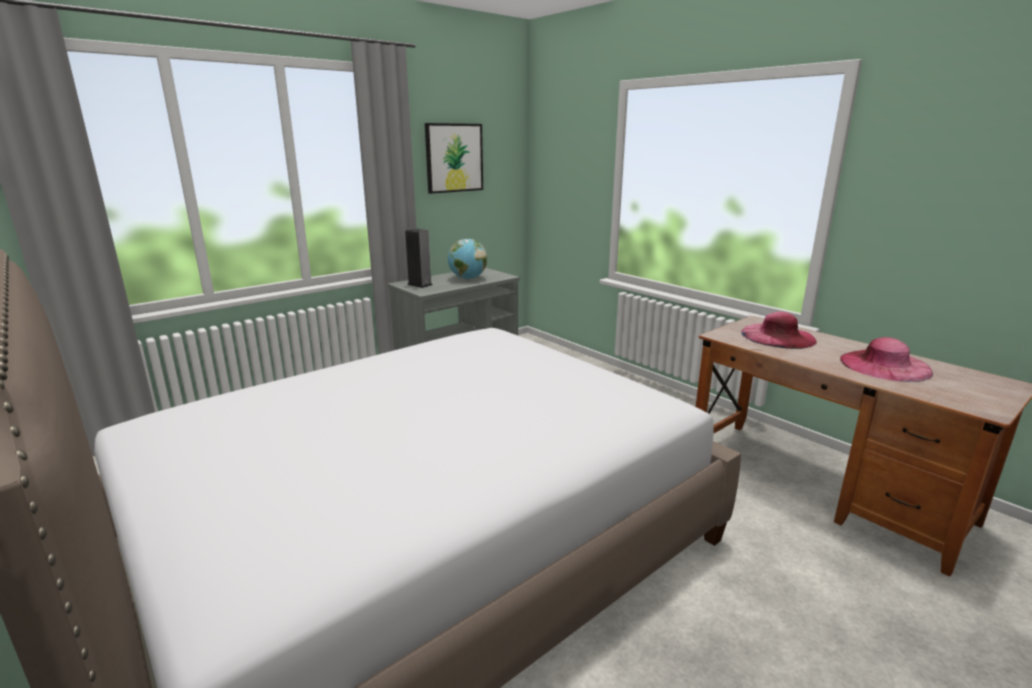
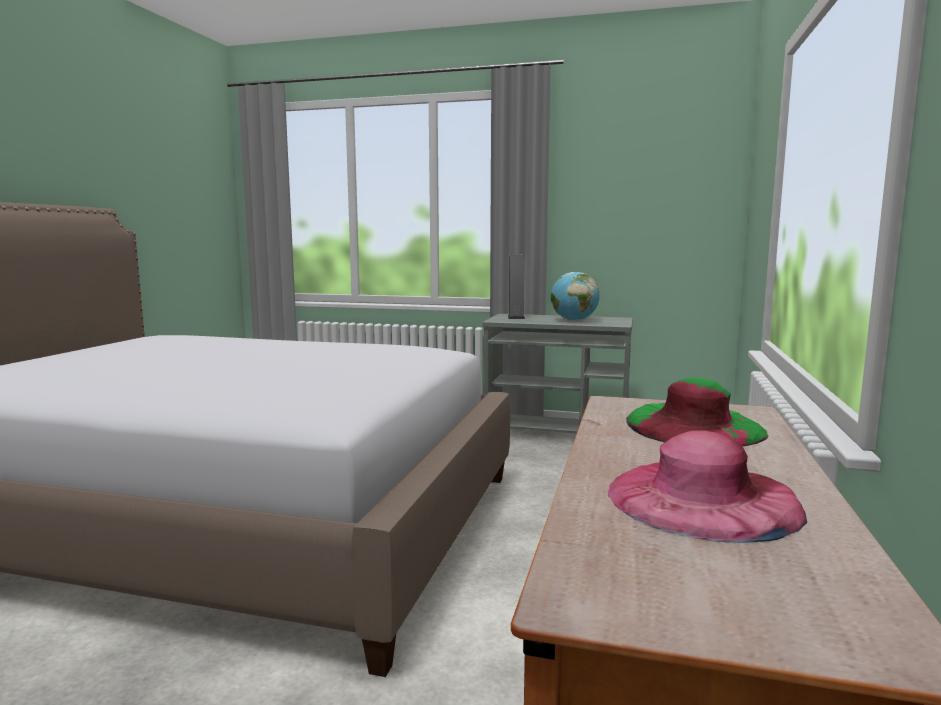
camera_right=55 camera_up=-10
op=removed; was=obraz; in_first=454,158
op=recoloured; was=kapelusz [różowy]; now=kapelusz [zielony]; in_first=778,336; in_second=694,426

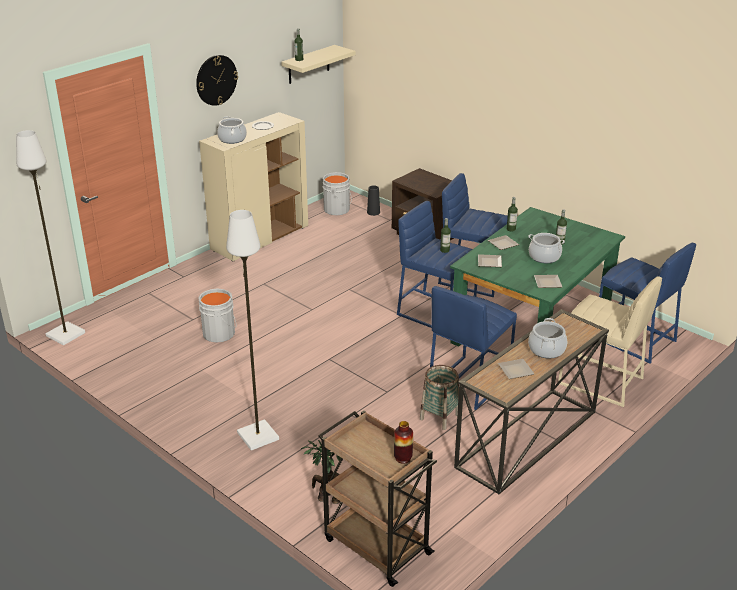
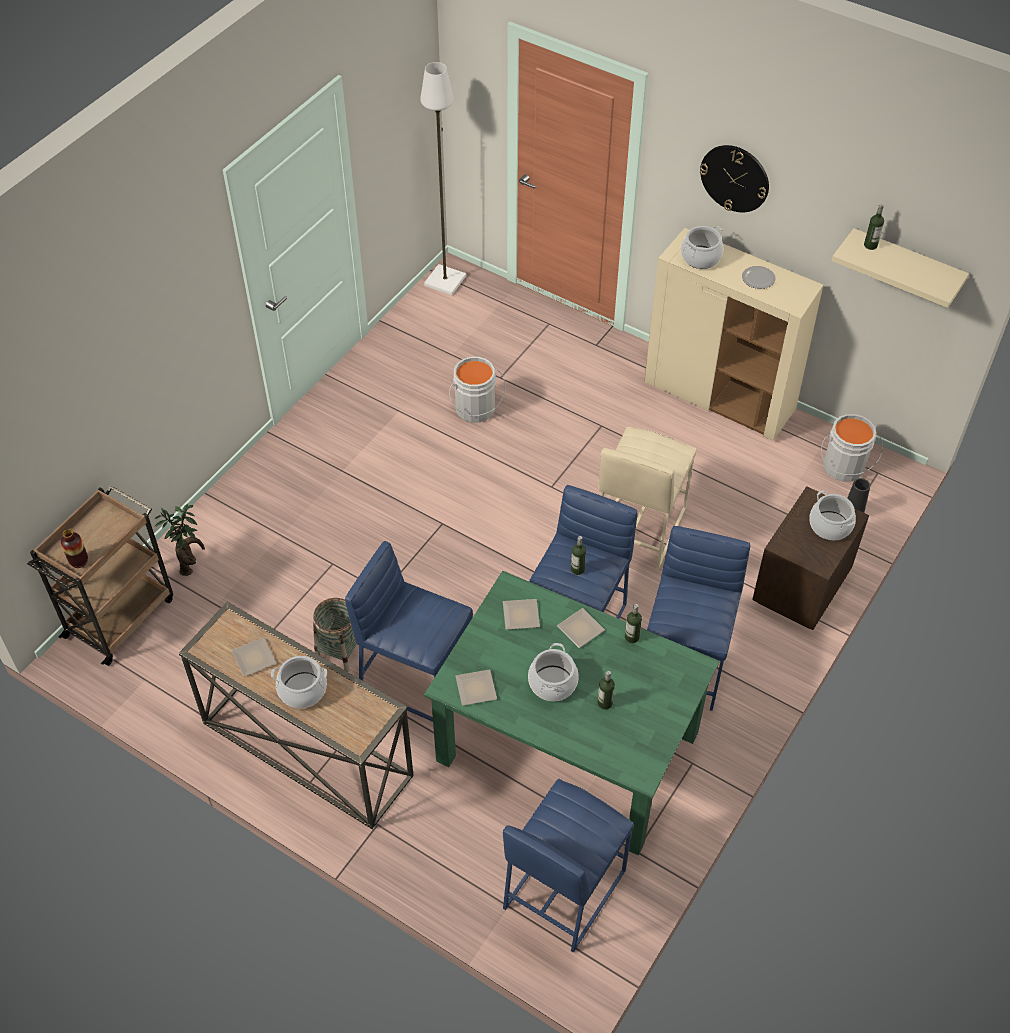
camera_right=80 camera_up=20
op=removed; was=lampa stojąca [biały]; in_first=257,436
op=added; now=garnek; in_second=830,525
op=moved; was=stołek [beżowy]; in_first=601,381; in_second=638,528

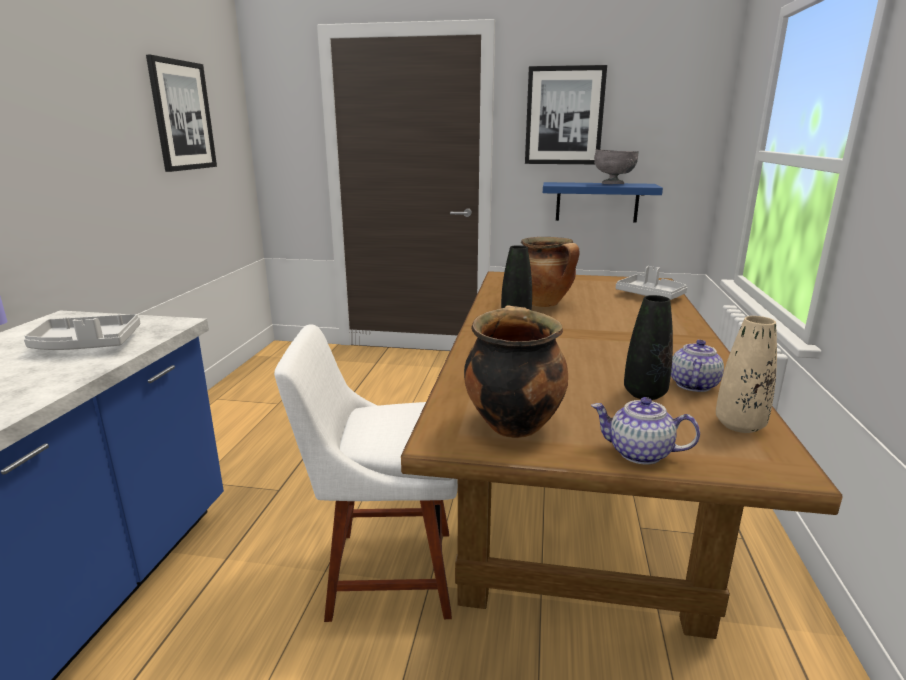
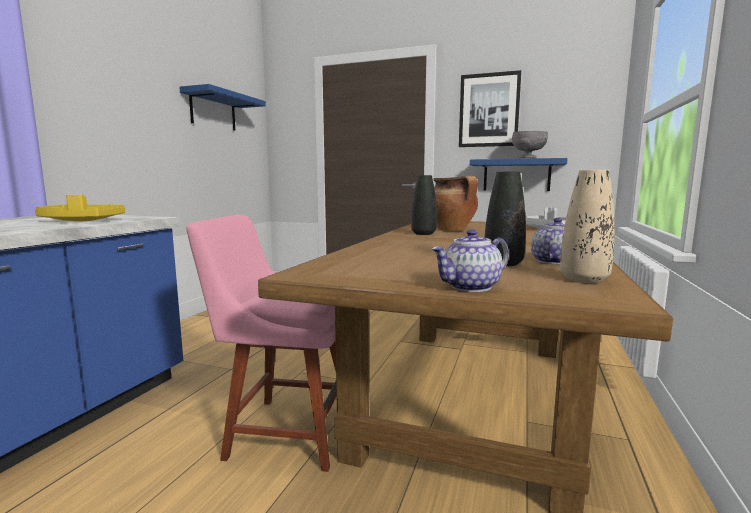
camera_right=10 camera_up=-10
op=removed; was=garnek; in_first=512,424
op=replaced; was=obraz; now=półka [niebieski]; in_first=182,116; in_second=213,111
op=recoloured; was=taca [szary]; now=taca [żółty]; in_first=87,345; in_second=81,221
op=recoloured; was=krzesło [biały]; now=krzesło [różowy]; in_first=383,572; in_second=285,431
op=turned; was=imbryk; in_first=639,453; in_second=470,287; clockwise=-60

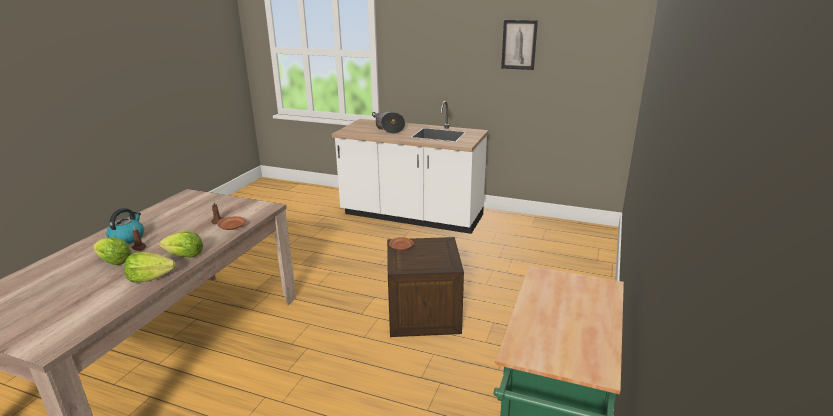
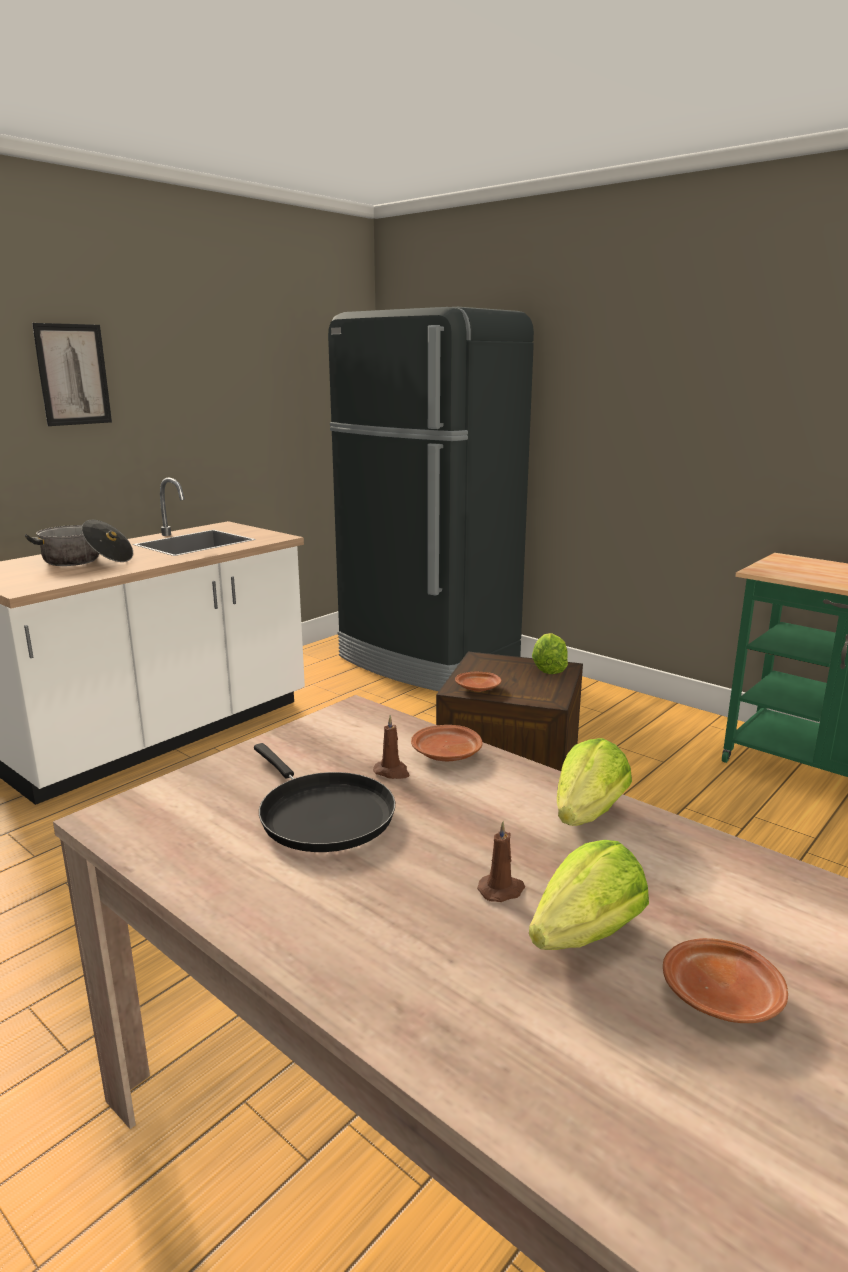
camera_right=-70 camera_up=-5
op=removed; was=czajnik; in_first=127,238
op=added; now=patelnia [czarny]; in_second=321,814
op=added; now=lodówka [czarny]; in_second=427,661
op=added; now=talerz [brązowy]; in_second=723,996
op=moved; was=sałata; in_first=150,278; in_second=548,668
op=moved; was=obraz; in_first=519,45; in_second=73,374

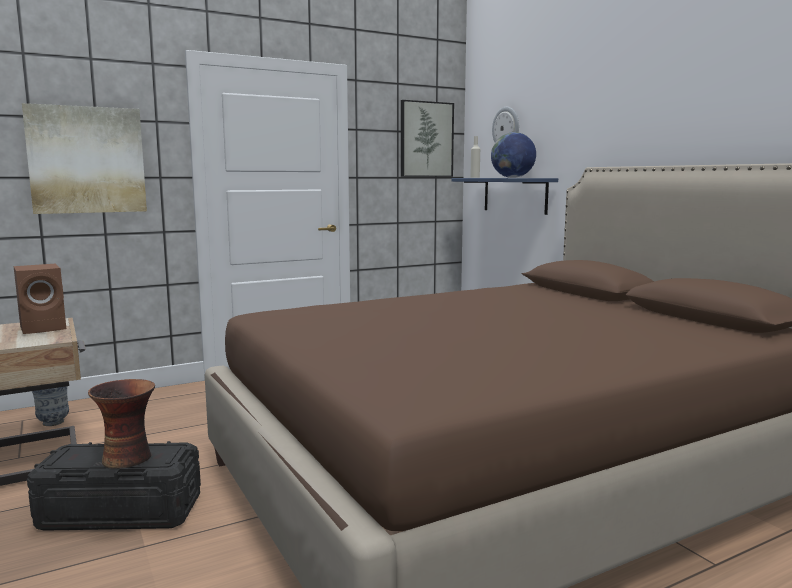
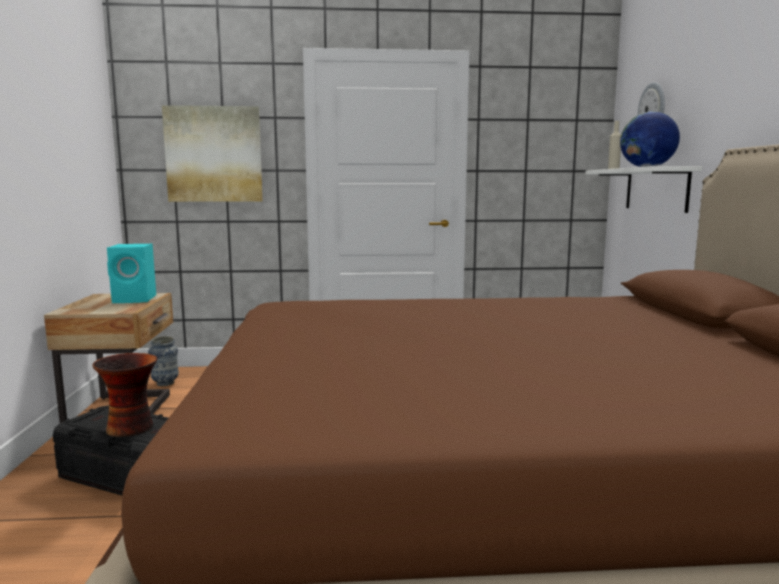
camera_right=25 camera_up=0
op=removed; was=obraz; in_first=426,139
op=recoloured; was=głośnik [brązowy]; now=głośnik [turkusowy]; in_first=45,327; in_second=136,299
op=recoloured; was=półka [niebieski]; now=półka [biały]; in_first=515,195; in_second=656,189

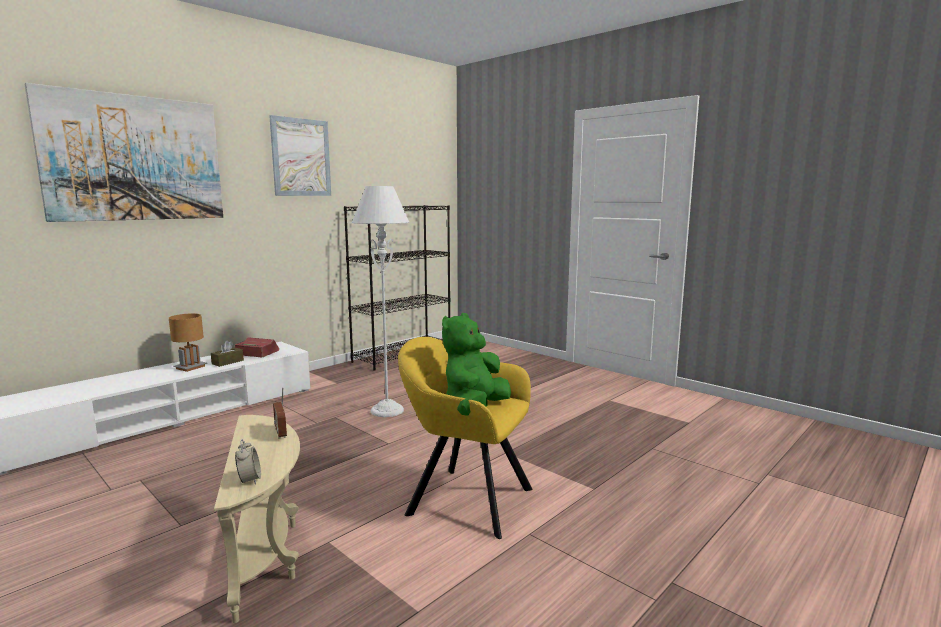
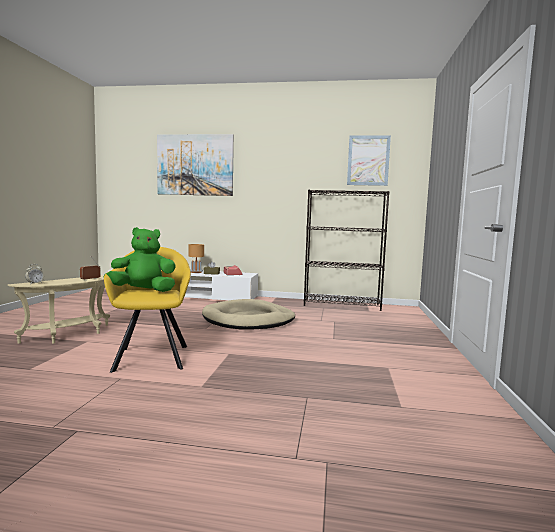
camera_right=55 camera_up=-5
op=moved; was=obraz; in_first=301,157; in_second=368,160
op=replaced; was=lampa stojąca [biały]; now=legowisko [beżowy]; in_first=387,410; in_second=249,319

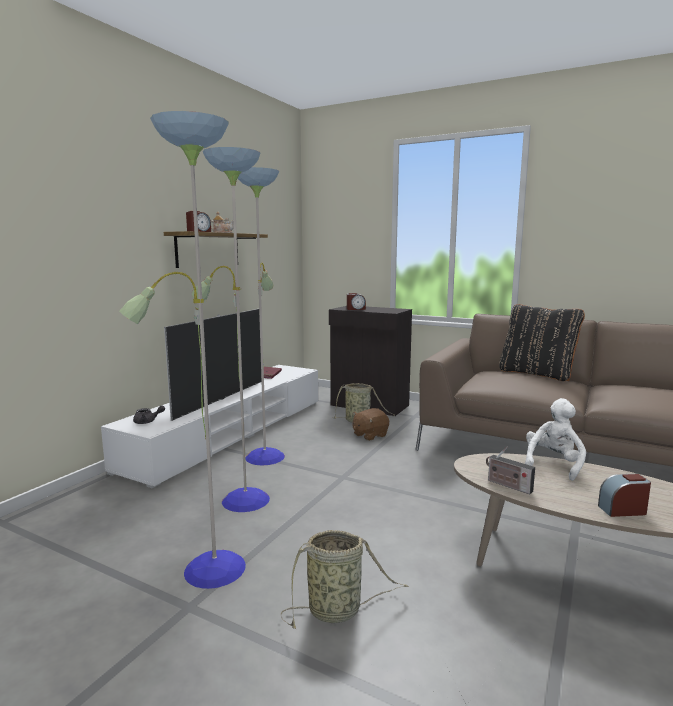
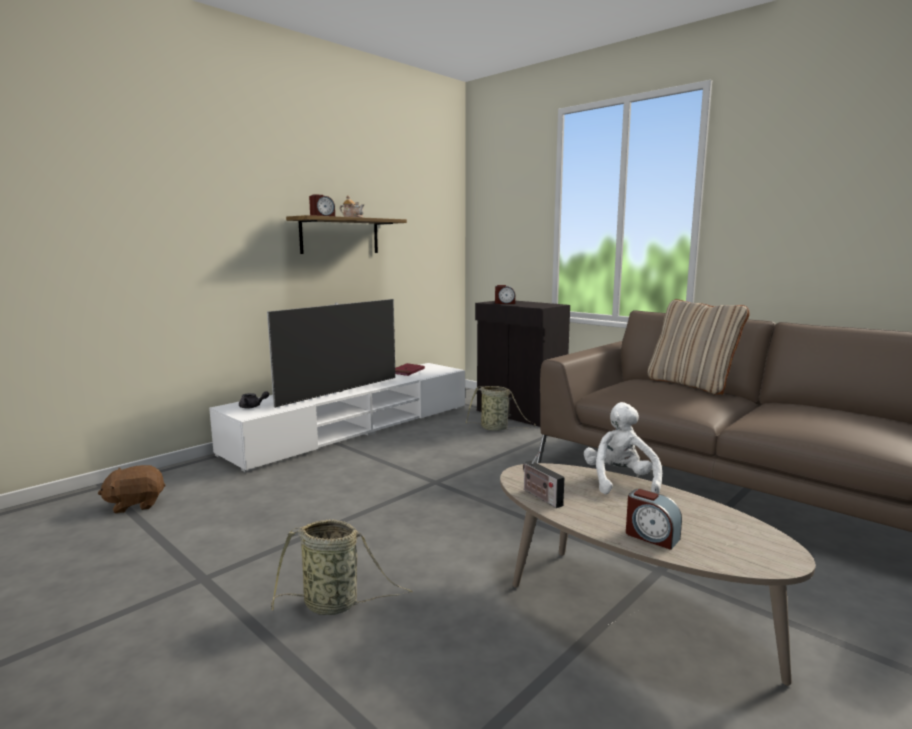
camera_right=15 camera_up=0
op=removed; was=lampa stojąca; in_first=242,499
op=moved; was=pluszak [brązowy]; in_first=369,435; in_second=136,504
op=recoloured; was=poduszka [czarny]; now=poduszka [beżowy]; in_first=537,374; in_second=691,385
op=turned; was=pluszak [biały]; in_first=553,464; in_second=620,482; clockwise=-45
op=turned; was=budzik; in_first=622,510; in_second=651,536; clockwise=-150

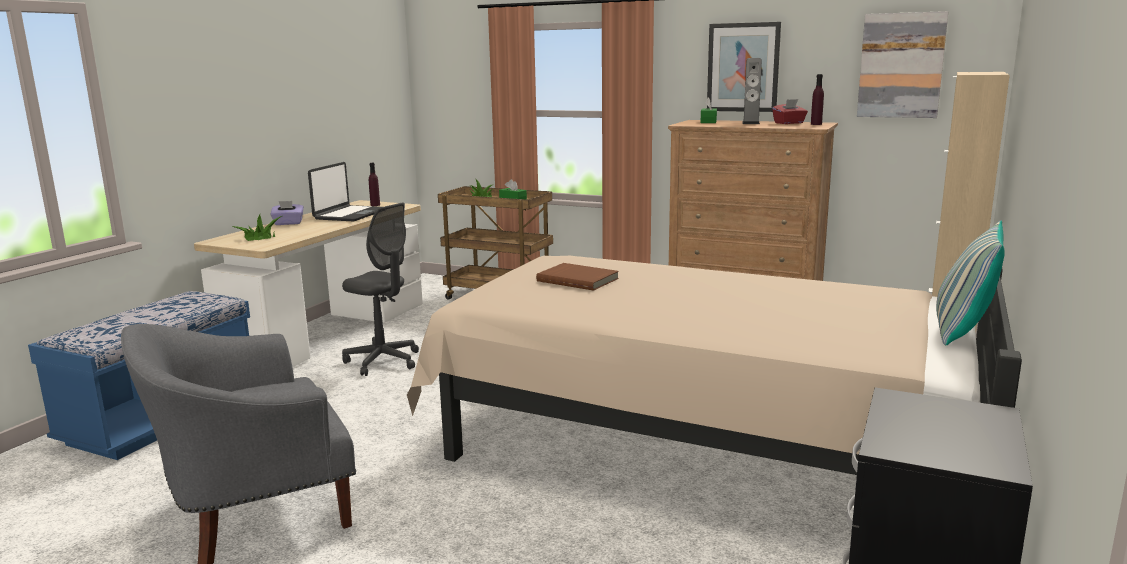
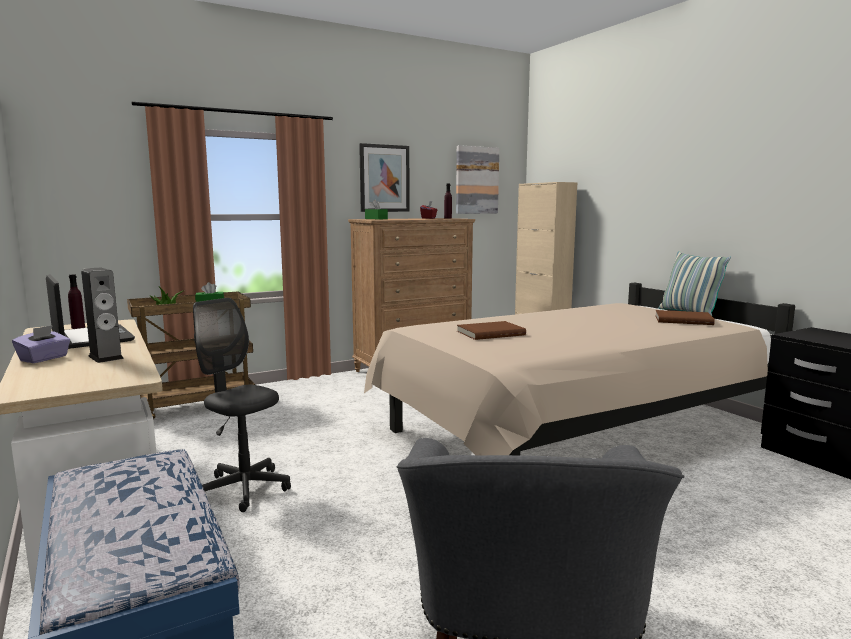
camera_right=-55 camera_up=-5
op=removed; was=roślina doniczkowa; in_first=259,237
op=added; now=książka [brązowy]; in_second=683,320
op=moved; was=głośnik; in_first=751,123; in_second=105,357
op=turned; was=krzesło biurowe [szary]; in_first=383,361; in_second=244,489; clockwise=-120

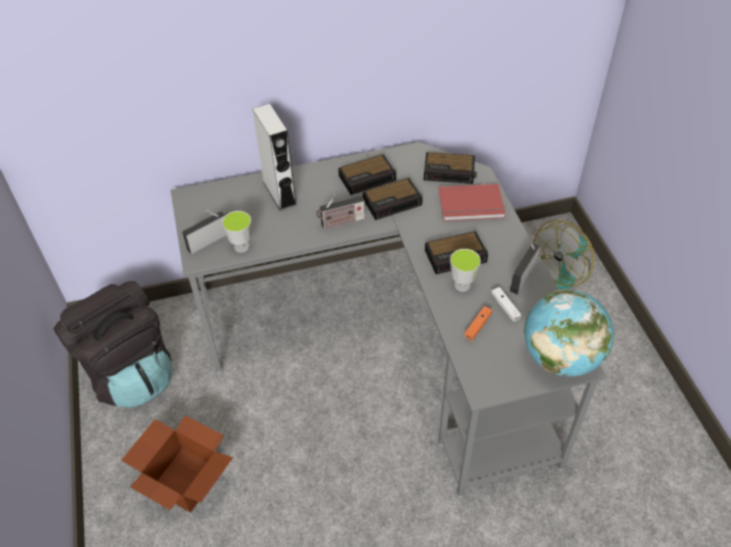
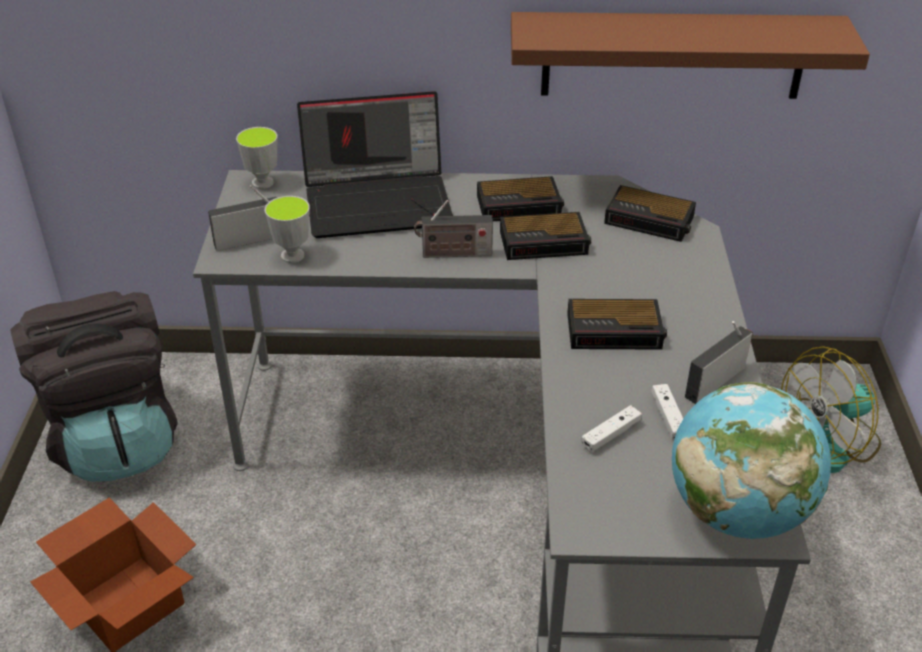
camera_right=15 camera_up=-10
op=removed; was=książka [czerwony]; in_first=471,206
op=added; now=półka [brązowy]; in_second=673,55
op=moved; was=filiżanka; in_first=462,285; in_second=262,183
op=replaced; was=głośnik [szary]; now=laptop; in_first=279,193; in_second=380,201
op=recoloured; was=pad do gier [pomarańczowy]; now=pad do gier [biały]; in_first=477,326; in_second=610,434

